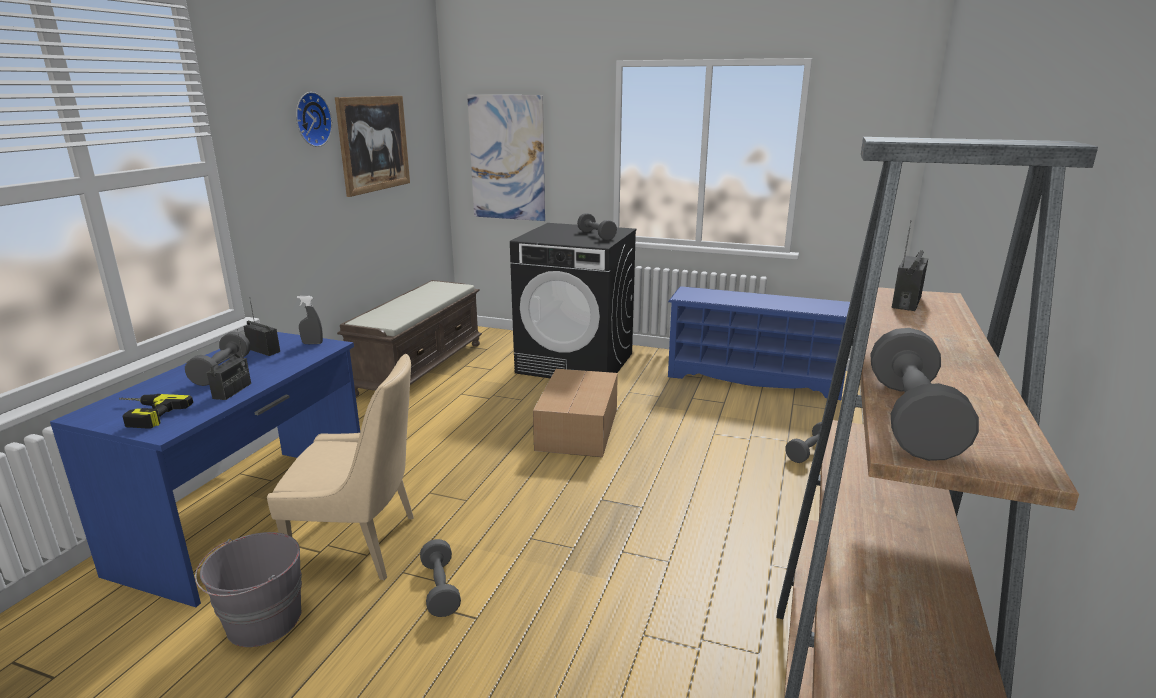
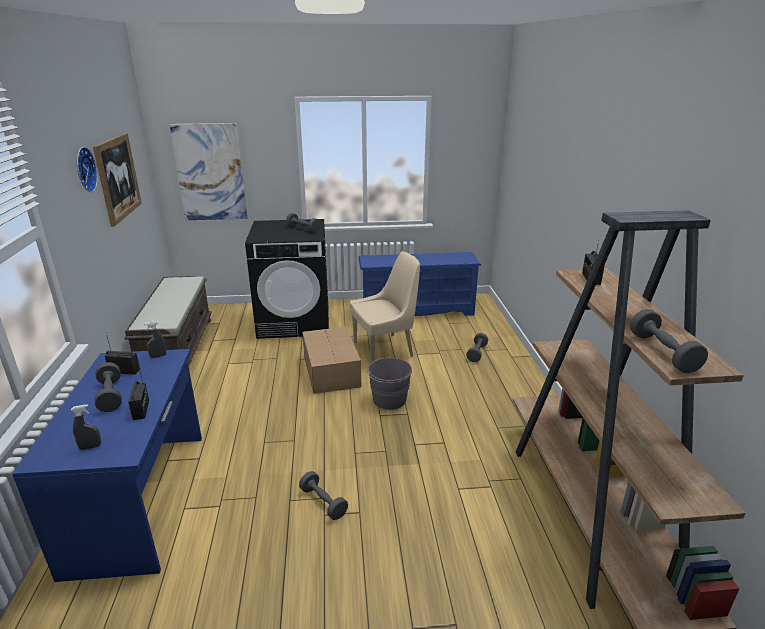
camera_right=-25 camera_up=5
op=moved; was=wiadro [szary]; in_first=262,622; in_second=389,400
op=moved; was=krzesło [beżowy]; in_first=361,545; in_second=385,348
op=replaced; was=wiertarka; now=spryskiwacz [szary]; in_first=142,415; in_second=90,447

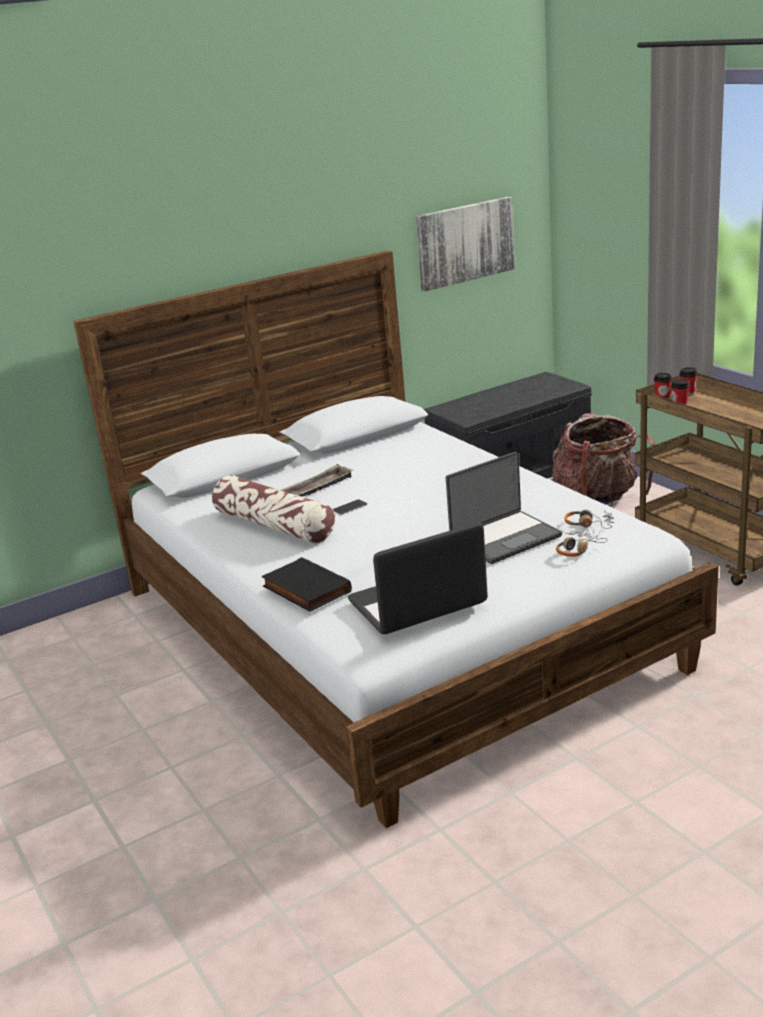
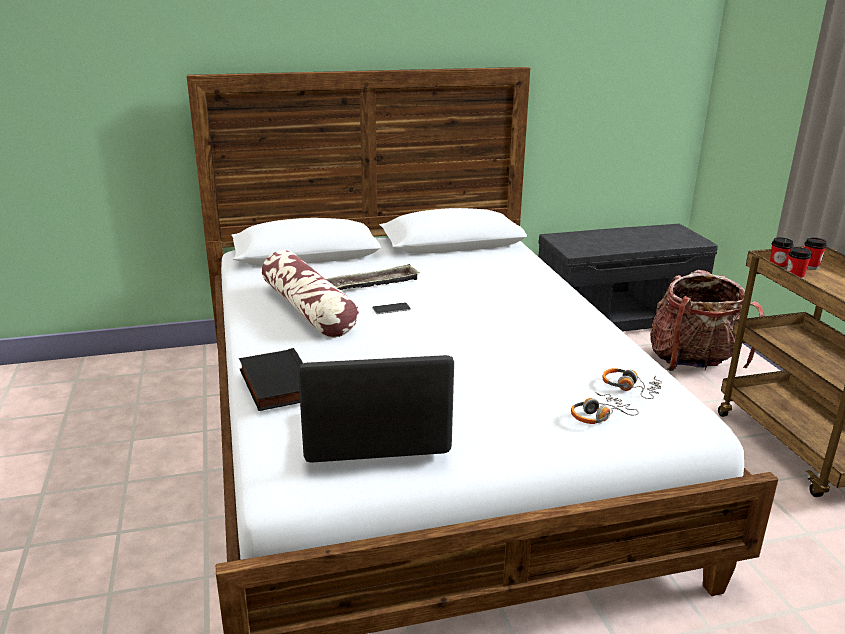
camera_right=15 camera_up=0
op=removed; was=obraz; in_first=464,243
op=removed; was=laptop; in_first=504,538

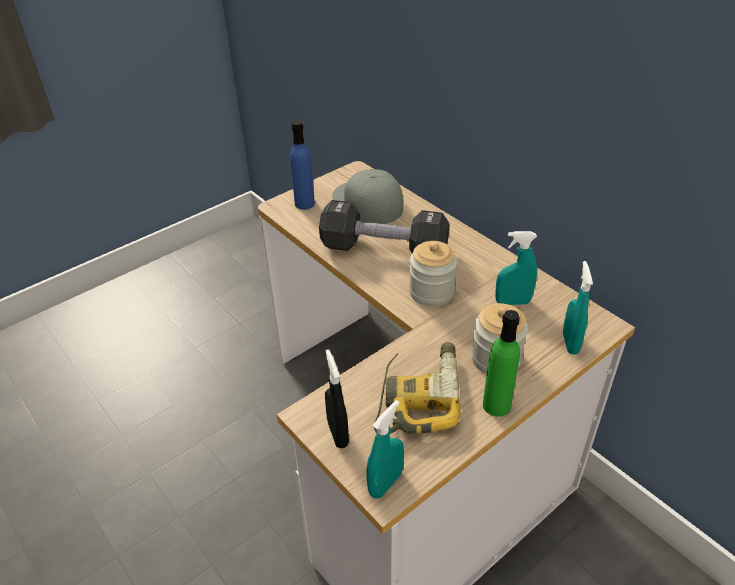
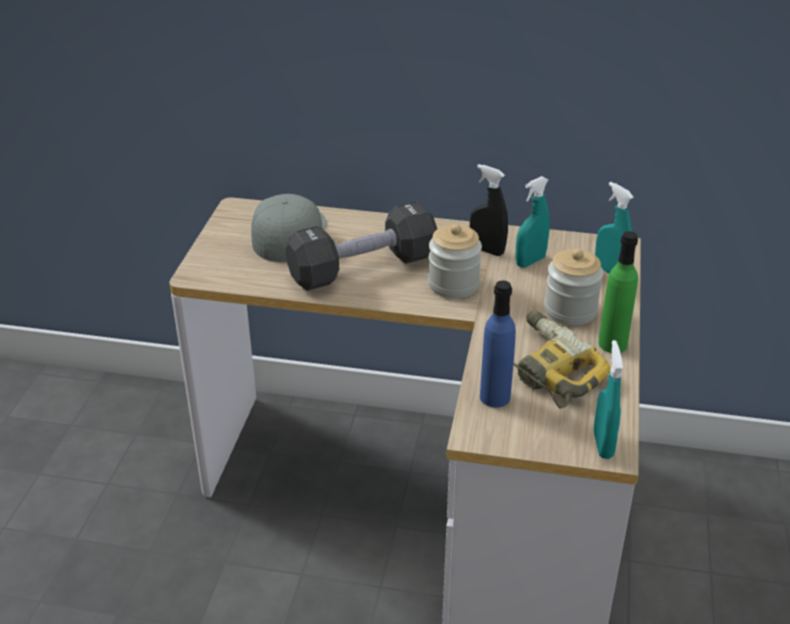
camera_right=-40 camera_up=-5
op=moved; was=butelka [niebieski]; in_first=304,203; in_second=495,397
op=moved; was=spryskiwacz [czarny]; in_first=338,433; in_second=487,250
op=turned; was=czapka z daszkiem [szary]; in_first=366,202; in_second=288,233; clockwise=75

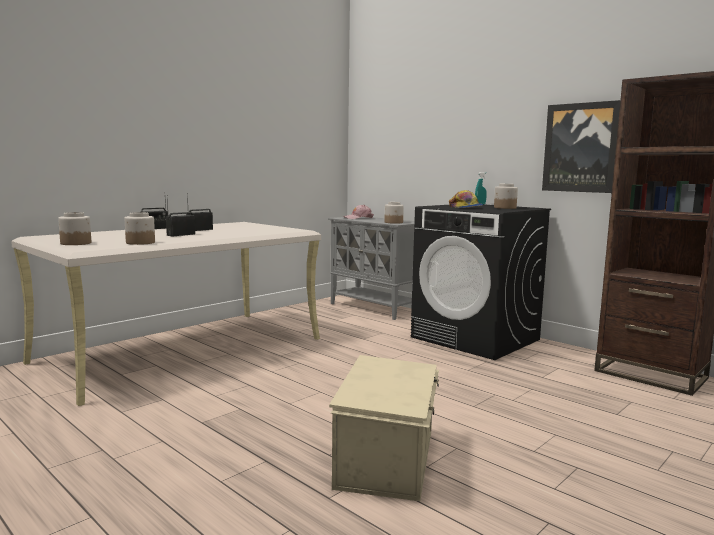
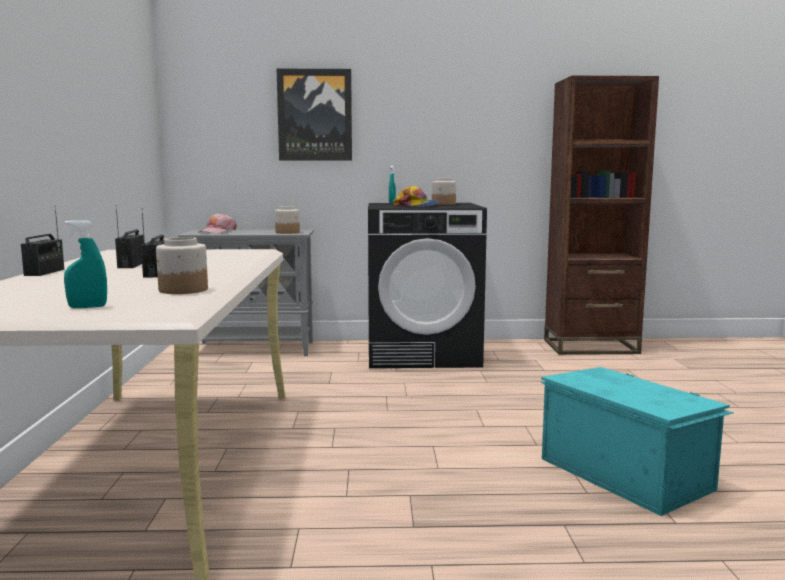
camera_right=-45 camera_up=0
op=moved; was=obraz; in_first=580,148; in_second=315,115
op=replaced; was=słoik; now=spryskiwacz [turkusowy]; in_first=76,243; in_second=87,307
op=recoloured; was=pojemnik do przechowywania [beżowy]; now=pojemnik do przechowywania [turkusowy]; in_first=388,458; in_second=625,473

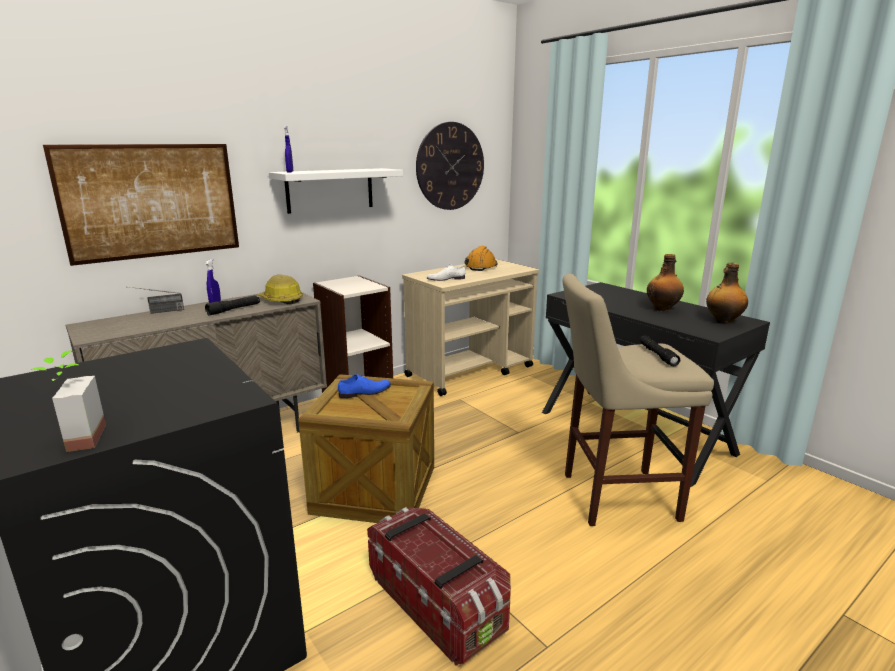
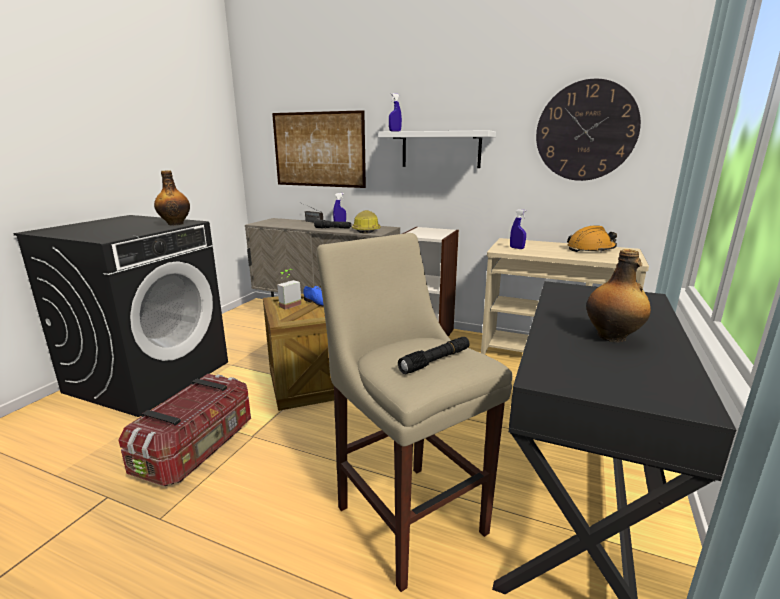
camera_right=60 camera_up=0
op=moved; was=roślina doniczkowa; in_first=75,439; in_second=287,304
op=moved; was=butelka; in_first=723,321; in_second=175,224
op=replaced; was=but [biały]; now=spryskiwacz [niebieski]; in_first=446,279; in_second=516,248

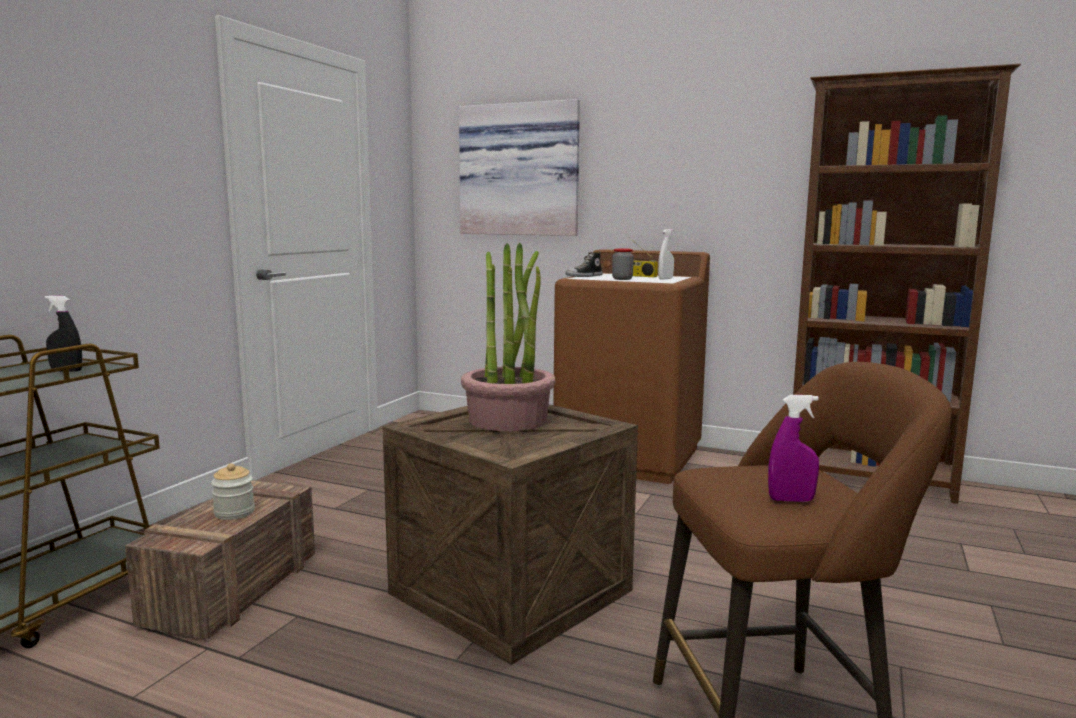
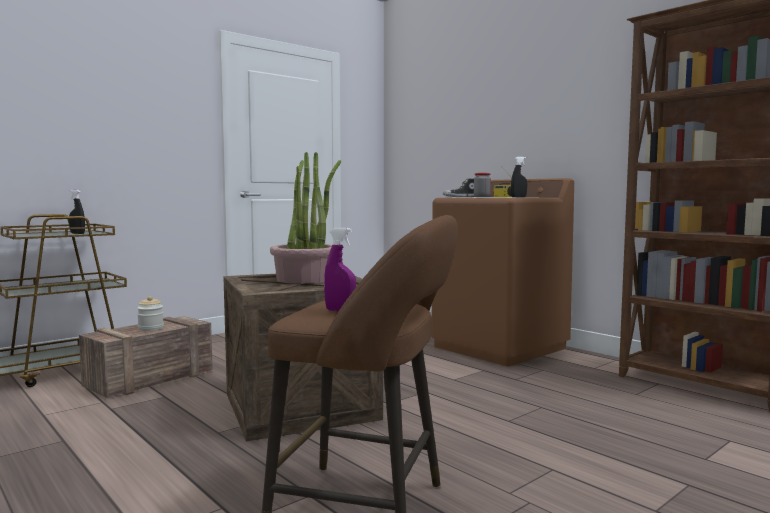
camera_right=25 camera_up=-5
op=removed; was=obraz; in_first=520,170
op=recoloured; was=spryskiwacz [biały]; now=spryskiwacz [czarny]; in_first=665,279; in_second=518,197

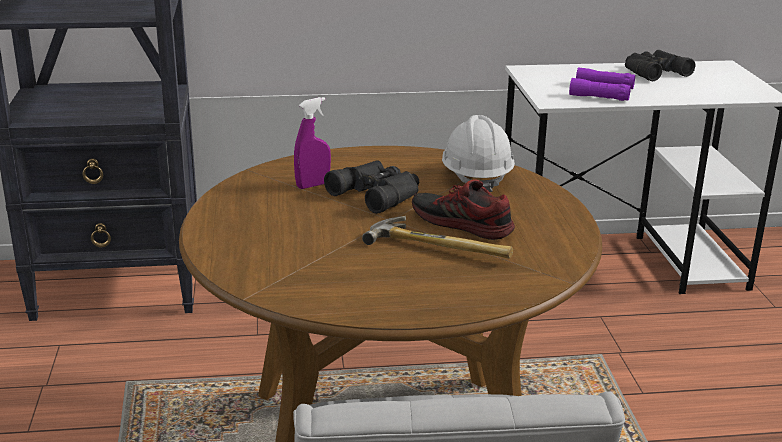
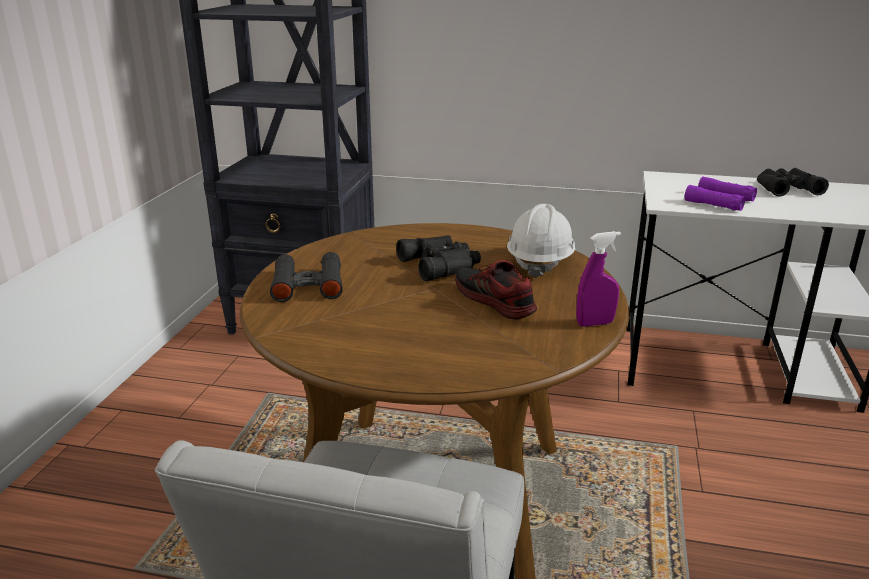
camera_right=20 camera_up=0
op=removed; was=młotek; in_first=441,246
op=added; now=lornetka [czarny]; in_second=308,285
op=moved; was=spryskiwacz [fioletowy]; in_first=313,185; in_second=595,323

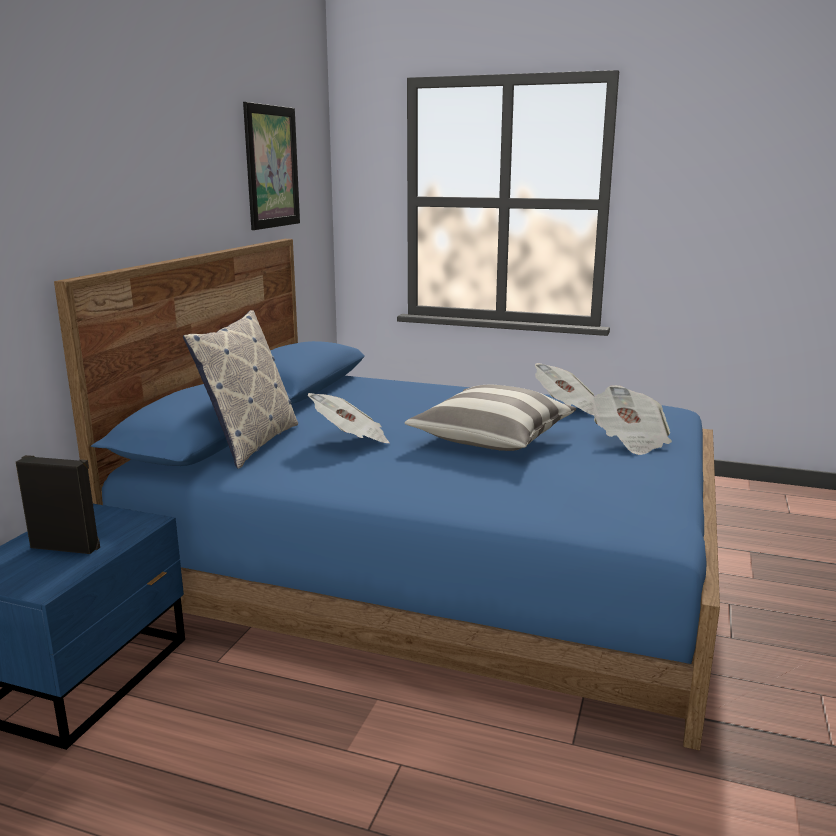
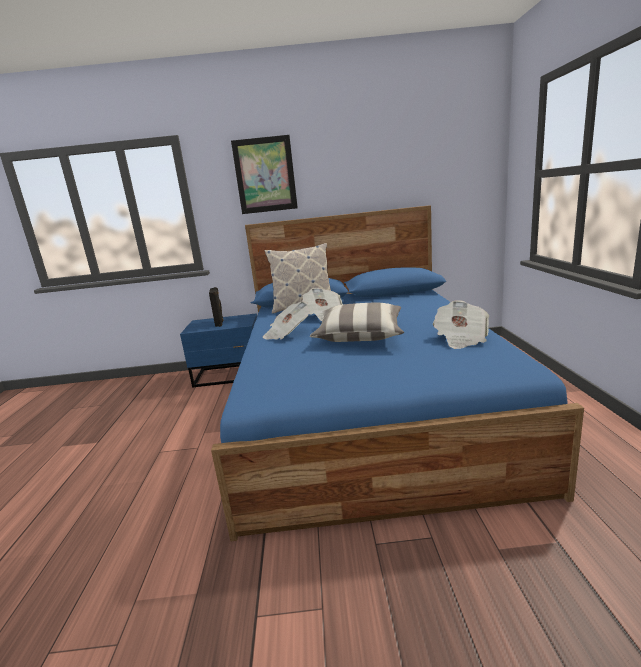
camera_right=70 camera_up=0
op=moved; was=obraz; in_first=272,167; in_second=265,175
op=moved; was=gazeta; in_first=630,440; in_second=287,333

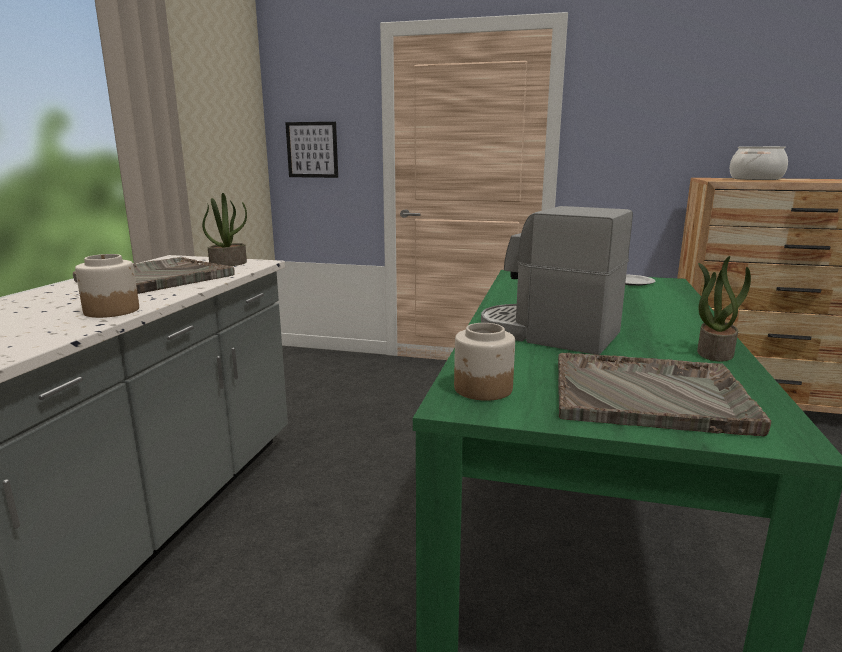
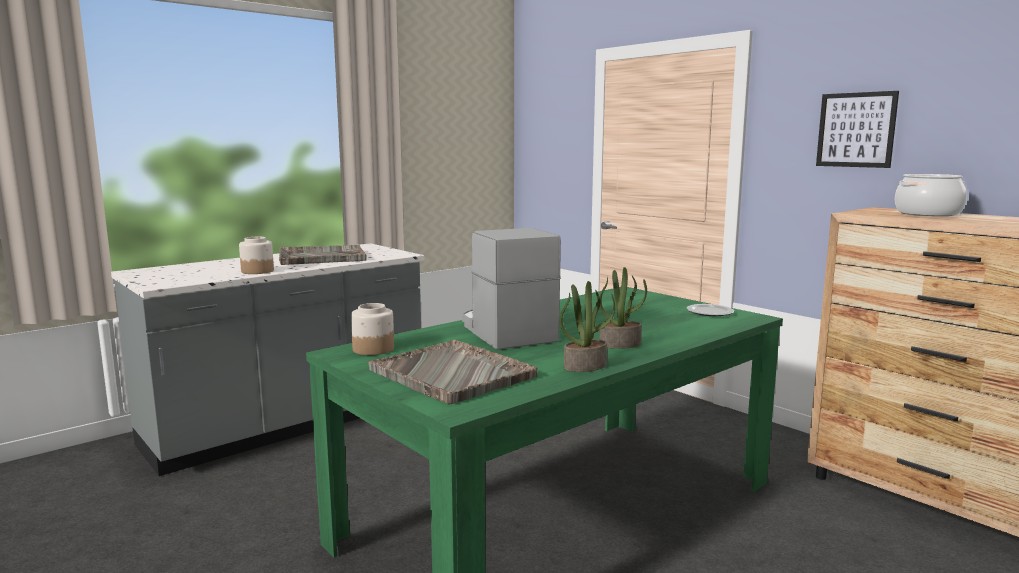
camera_right=35 camera_up=-5
op=moved; was=roślina doniczkowa; in_first=228,264; in_second=620,344
op=moved; was=obraz; in_first=312,150; in_second=856,130

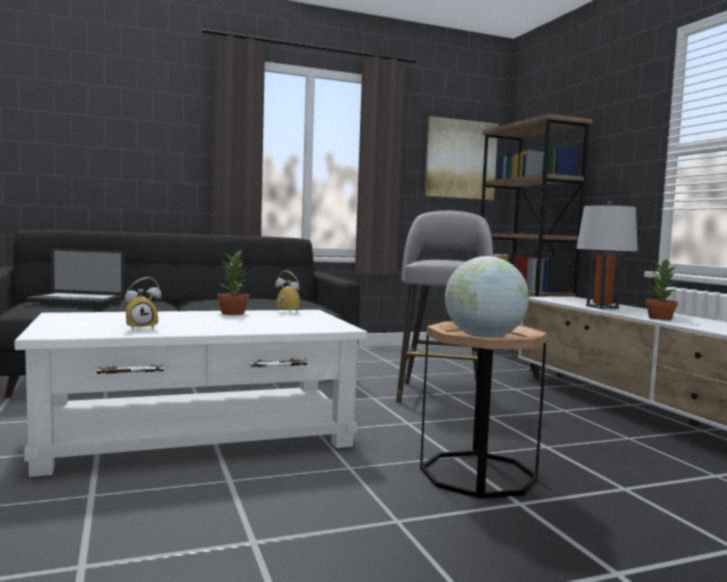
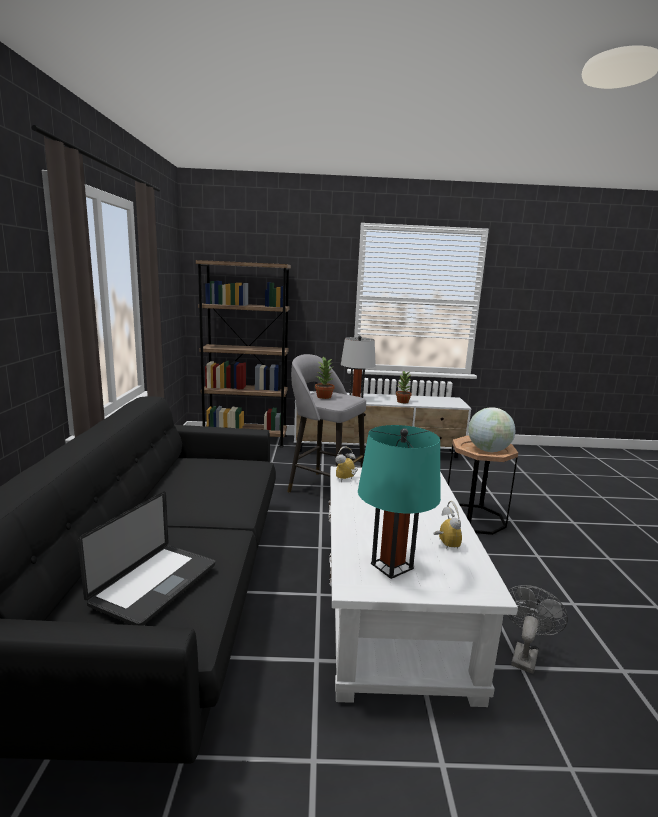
camera_right=-70 camera_up=10
op=removed; was=obraz; in_first=460,159
op=added; now=lampa stołowa [turkusowy]; in_second=392,566
op=added; now=wentylator [szary]; in_second=525,654
op=moved; was=roślina doniczkowa; in_first=233,313; in_second=324,397

